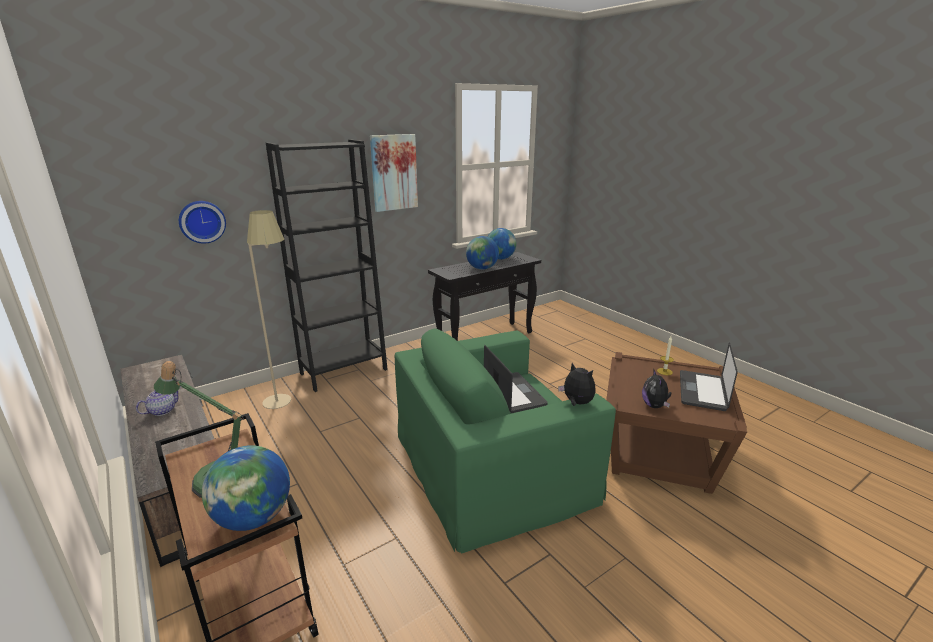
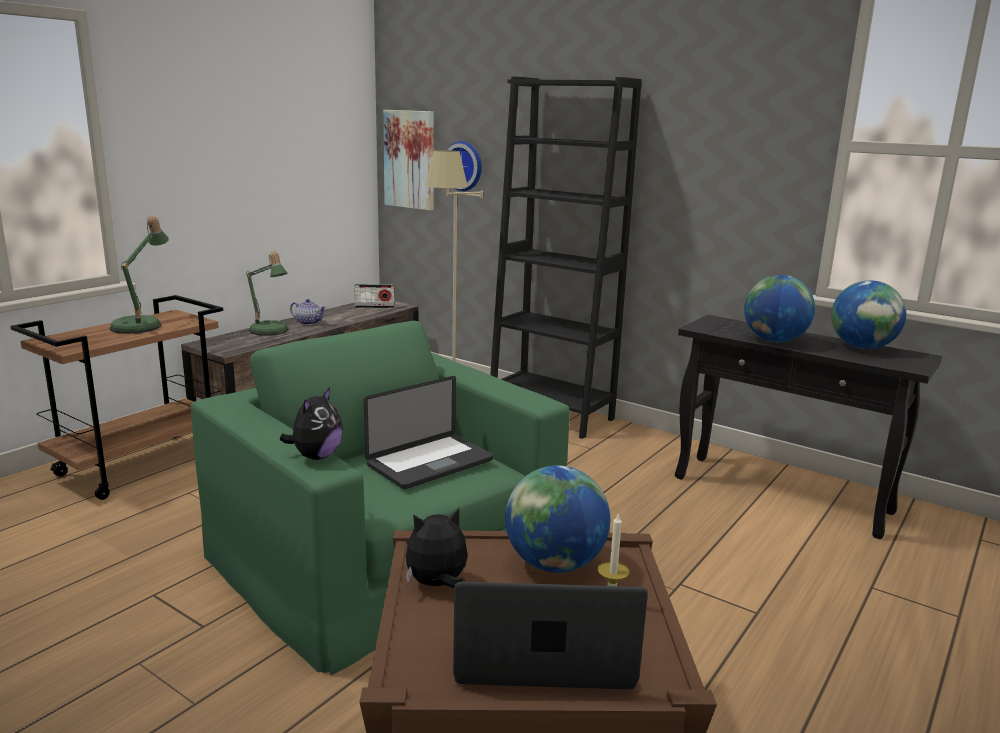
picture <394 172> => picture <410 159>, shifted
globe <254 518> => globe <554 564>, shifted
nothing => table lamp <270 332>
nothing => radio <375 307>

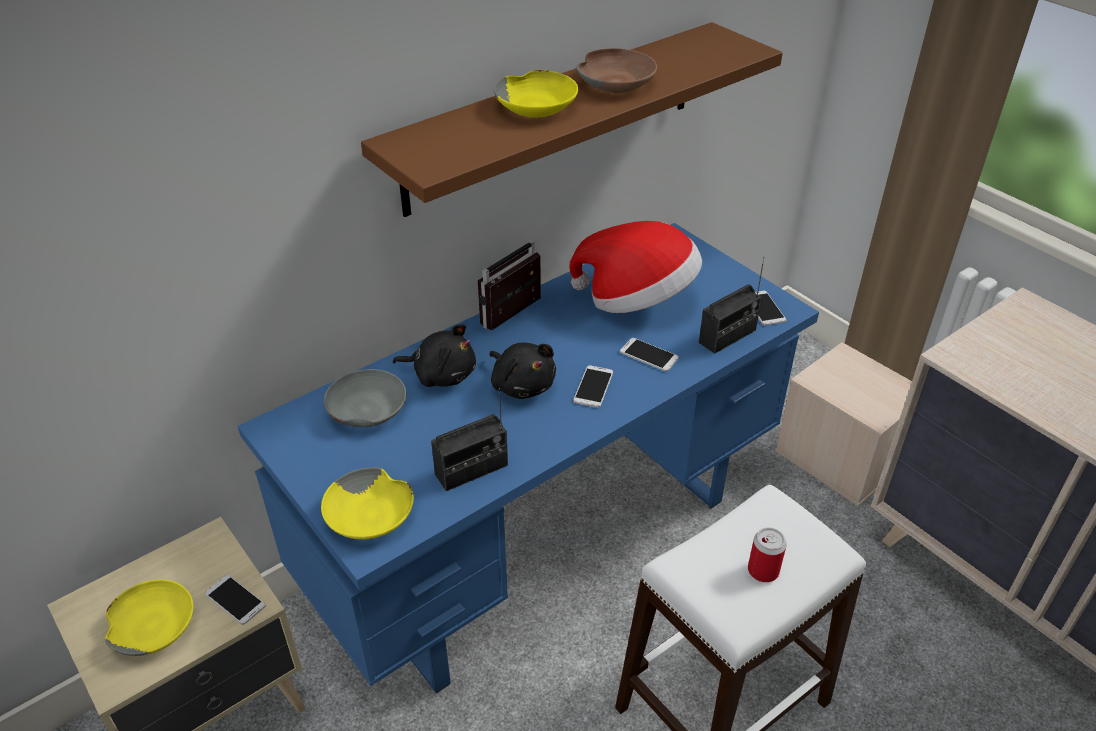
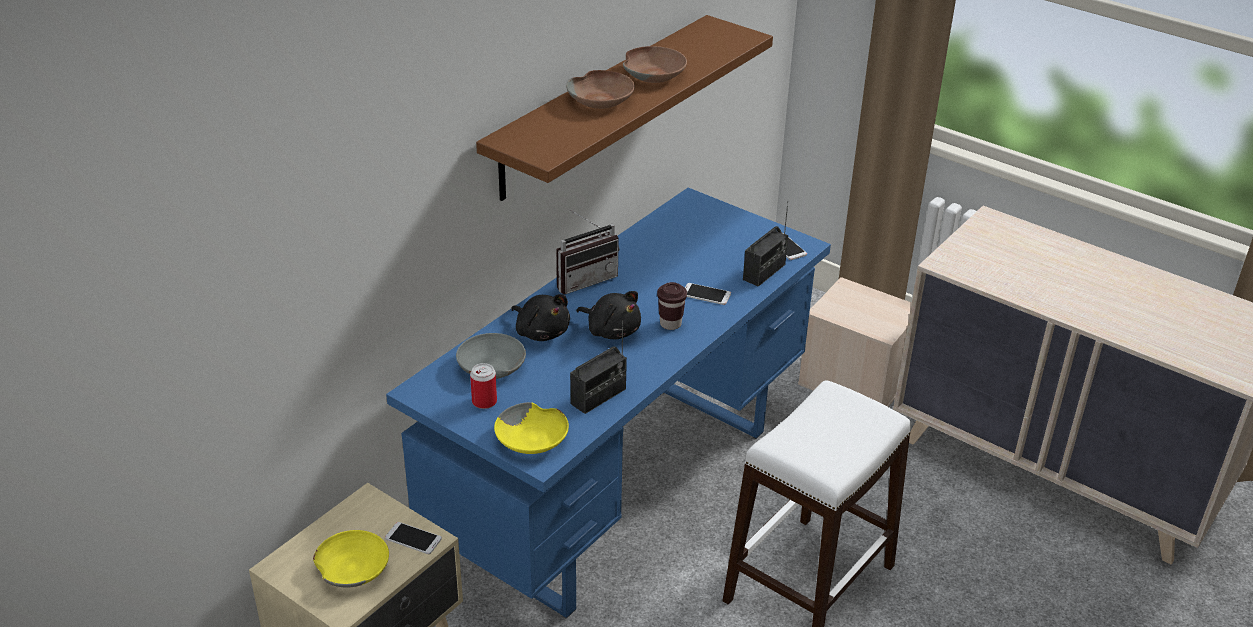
yellow bowl <538 106> => brown bowl <602 99>
hat <637 299> => nothing
radio <516 316> => radio <584 279>, 150 degrees counterclockwise
black plush toy <441 374> => black plush toy <541 332>, 45 degrees clockwise
phone <593 387> => brown cup <670 324>
can <763 570> => can <484 402>, shifted

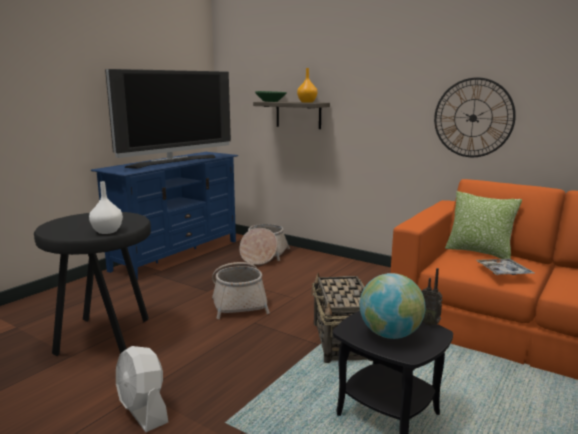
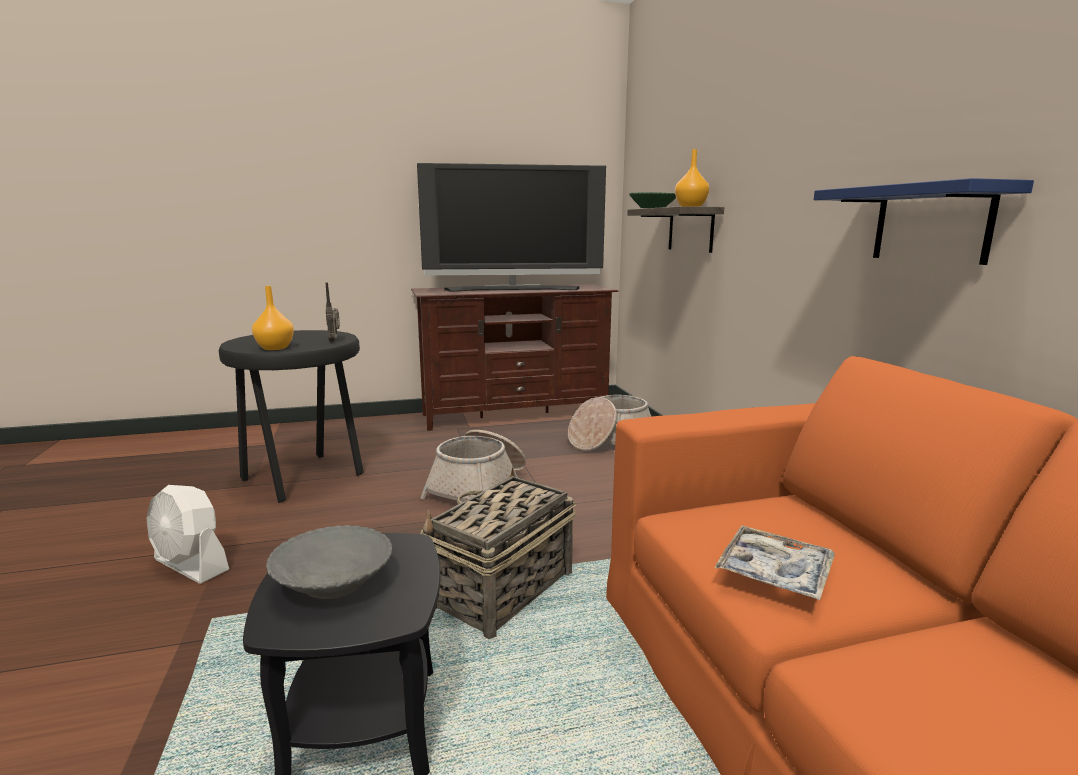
wall clock <473 118> => blue shelf <931 224>
blue tv stand <176 255> => brown tv stand <515 414>
white vase <106 231> => orange vase <274 348>
pillow <479 252> => nothing
radio <427 323> => radio <334 341>, shifted
globe <390 334> => grey bowl <334 583>
white fan <143 410> => white fan <191 565>, 60 degrees counterclockwise

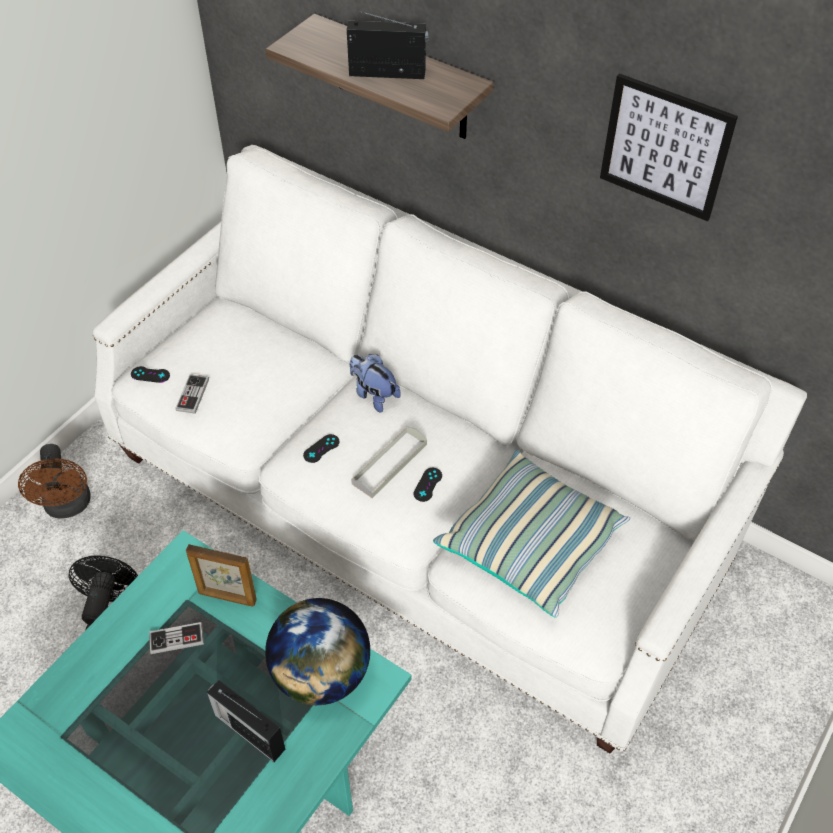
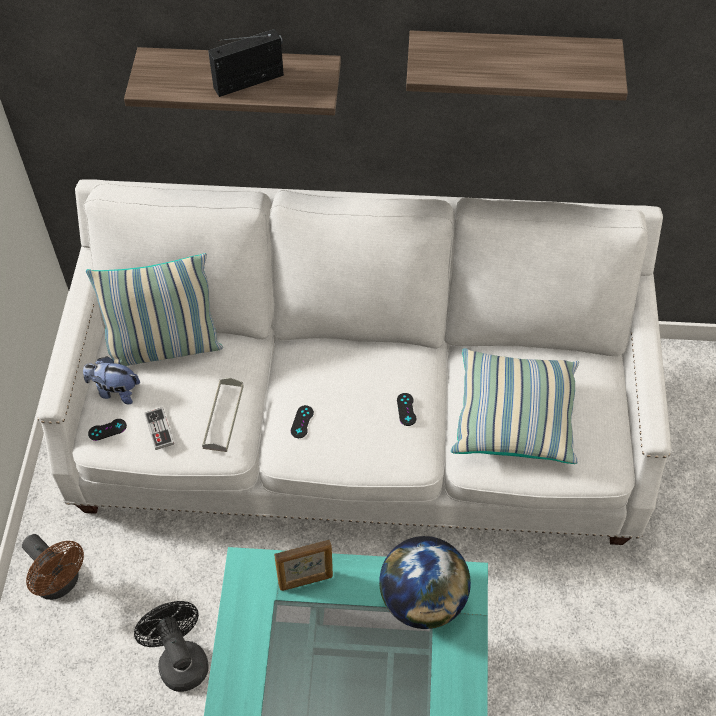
picture <665 147> => shelf <511 63>
plush toy <373 395> => plush toy <115 391>, shifted
grey tray <389 464> => grey tray <223 417>, shifted
game controller <176 639> => nothing
radio <248 730> => nothing
nothing => pillow <164 347>

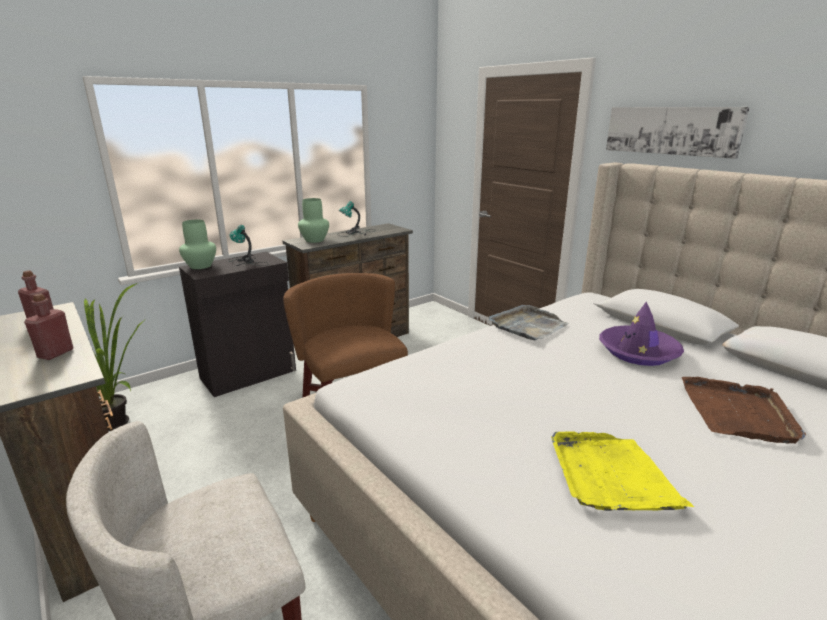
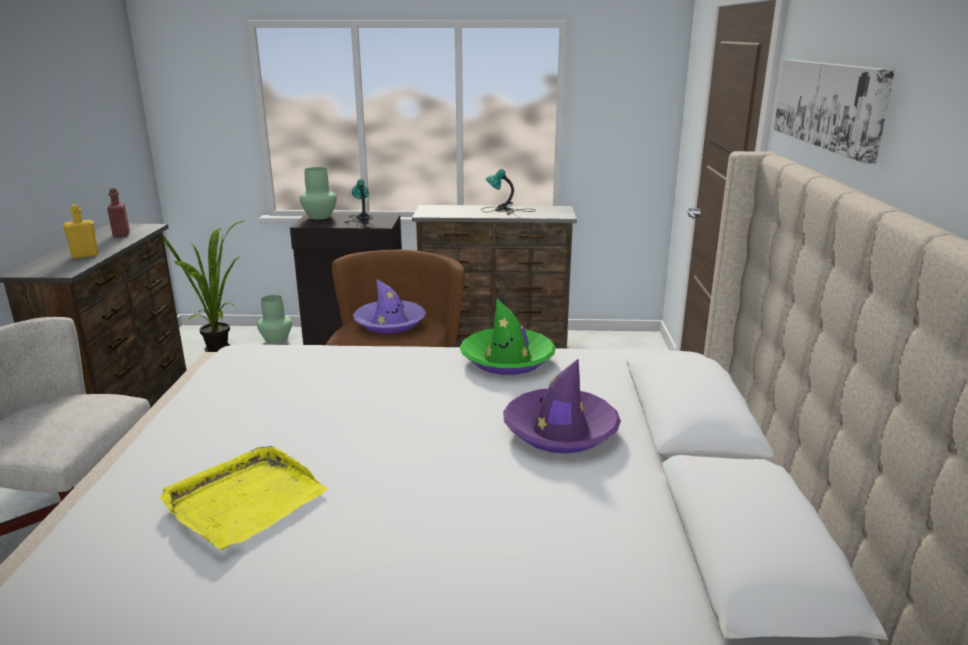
green vase <314 240> => green vase <276 340>, shifted
red bottle <56 353> => yellow bottle <85 255>
grey tray <527 326> => green hat <507 359>
brown tray <738 413> => nothing
nothing => purple hat <390 323>

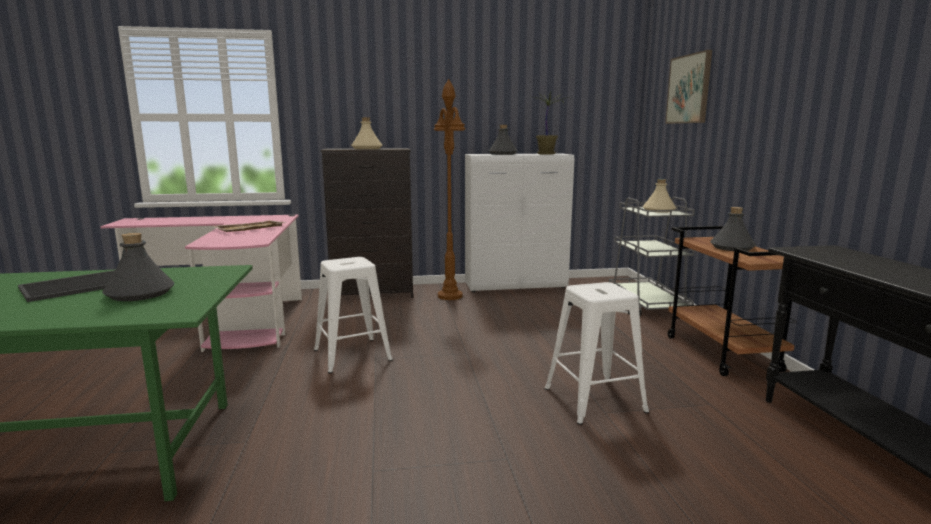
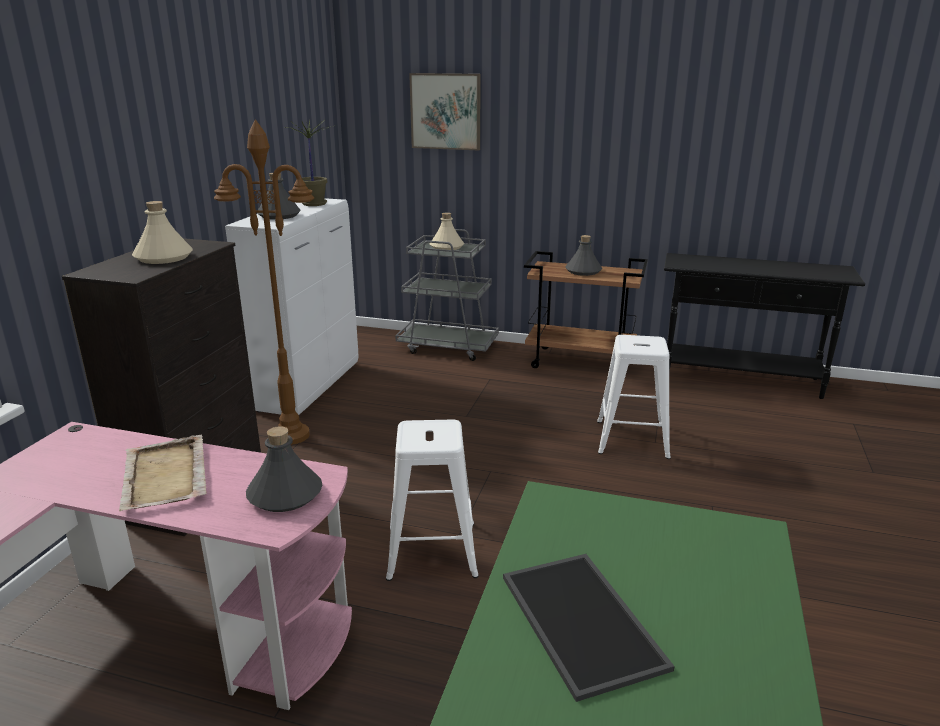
grey bottle <140 294> => grey bottle <285 494>, shifted

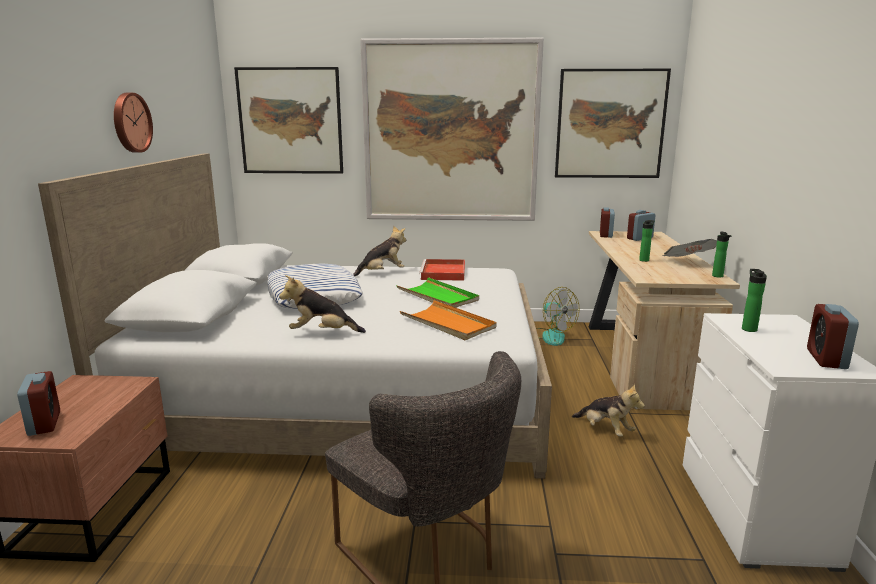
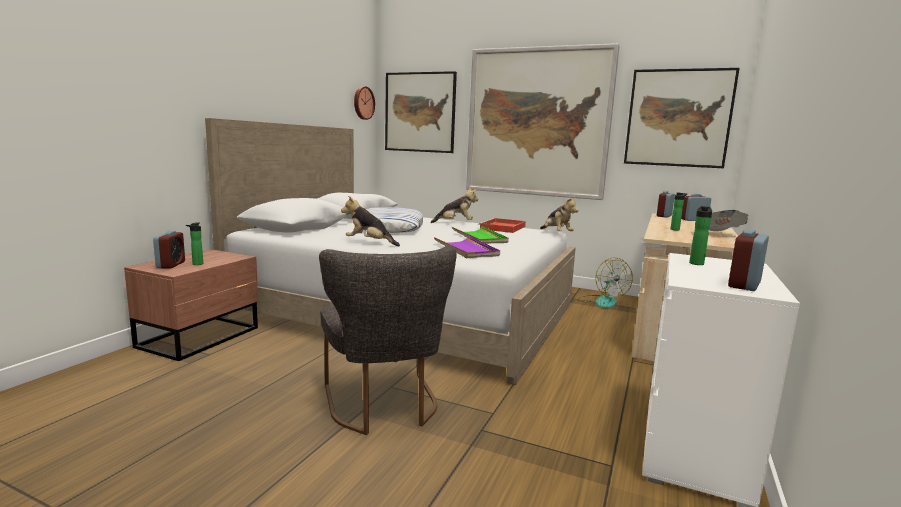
wall clock <130 122> => wall clock <363 103>, shifted
bottle <718 276> => bottle <196 264>, shifted
orange tray <448 323> => purple tray <466 250>
plush toy <605 430> => plush toy <556 233>, shifted

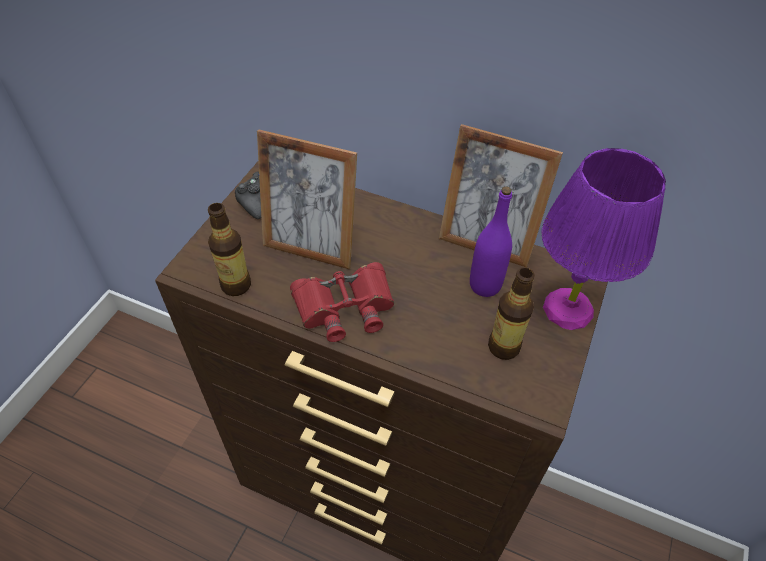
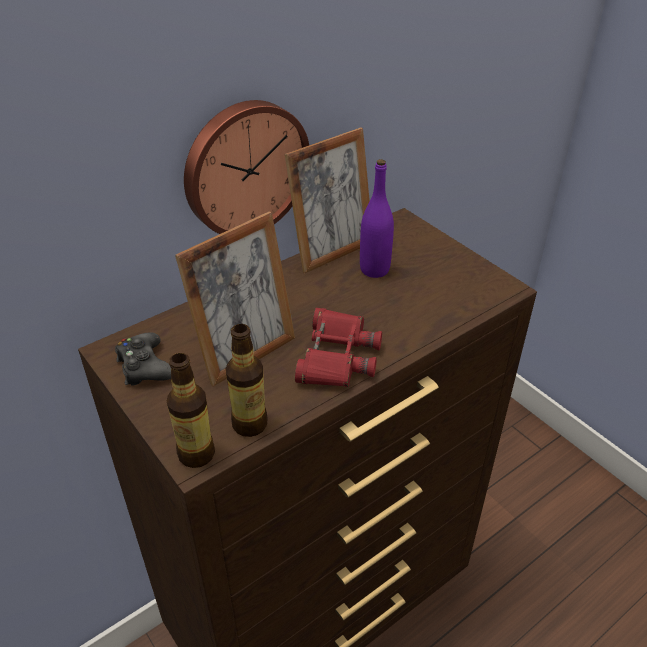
purple table lamp <567 308> => nothing
bottle <503 347> => bottle <196 454>, shifted
nothing => wall clock <244 168>

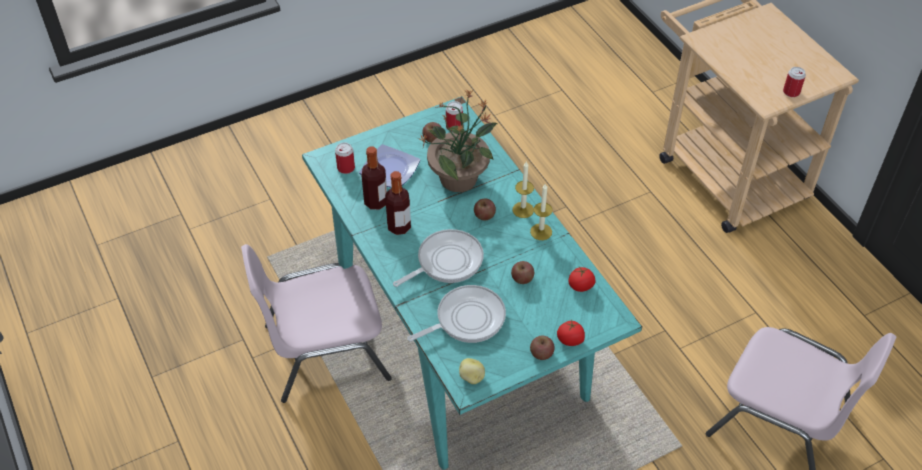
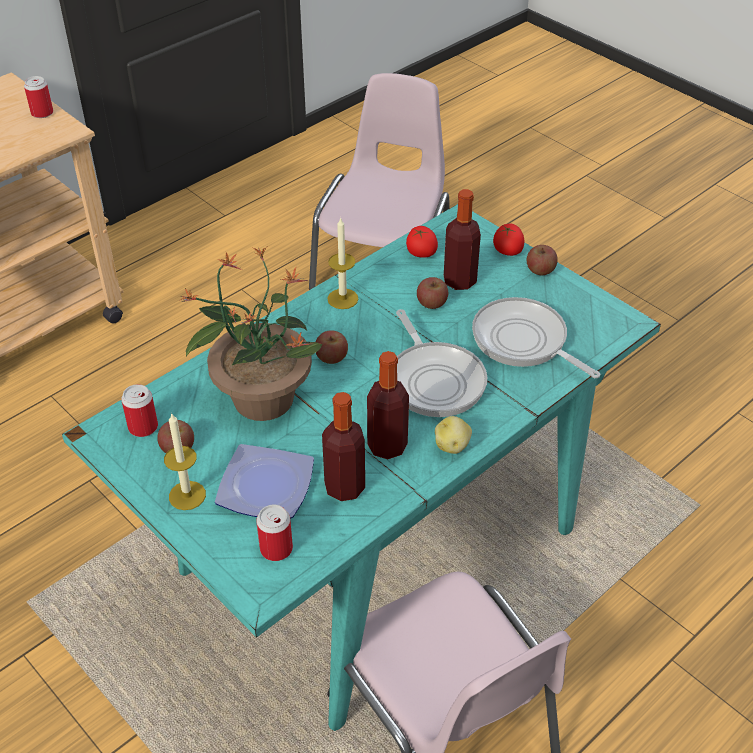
candle <523 210> => candle <187 495>, shifted
frying pan <446 262> => frying pan <434 380>, 150 degrees counterclockwise
potato <471 377> => potato <452 445>, shifted
nothing => bottle <459 281>

